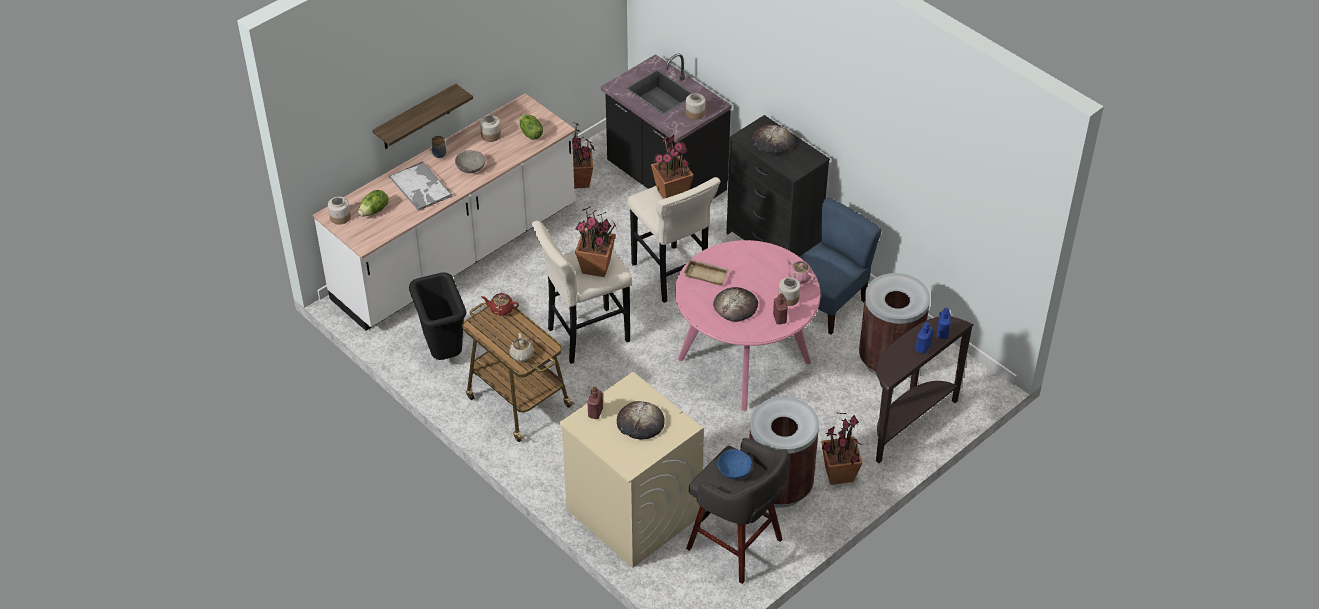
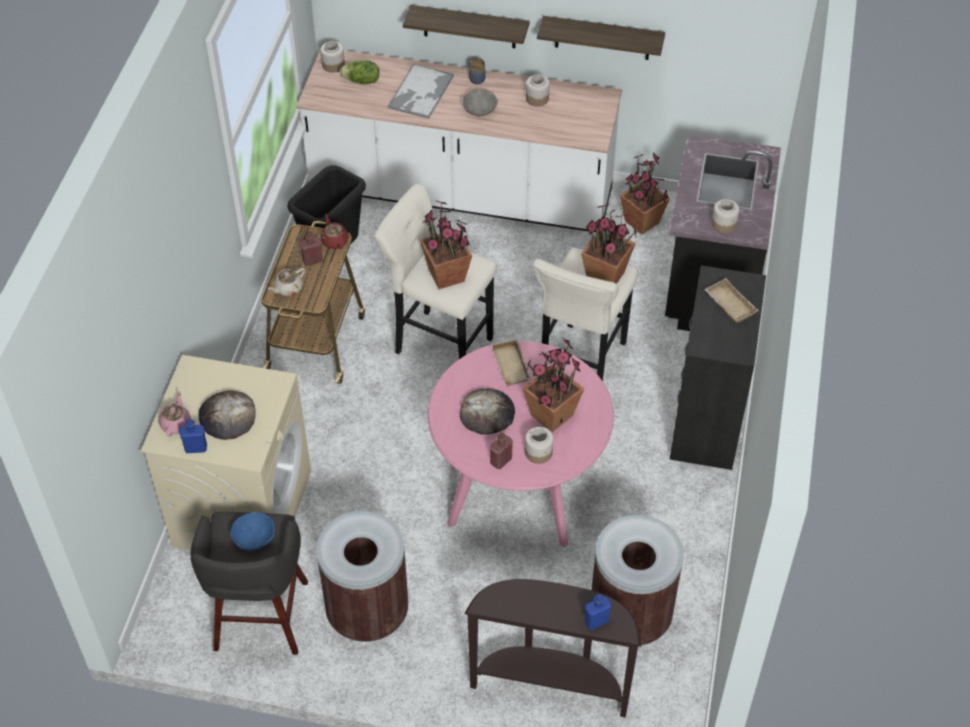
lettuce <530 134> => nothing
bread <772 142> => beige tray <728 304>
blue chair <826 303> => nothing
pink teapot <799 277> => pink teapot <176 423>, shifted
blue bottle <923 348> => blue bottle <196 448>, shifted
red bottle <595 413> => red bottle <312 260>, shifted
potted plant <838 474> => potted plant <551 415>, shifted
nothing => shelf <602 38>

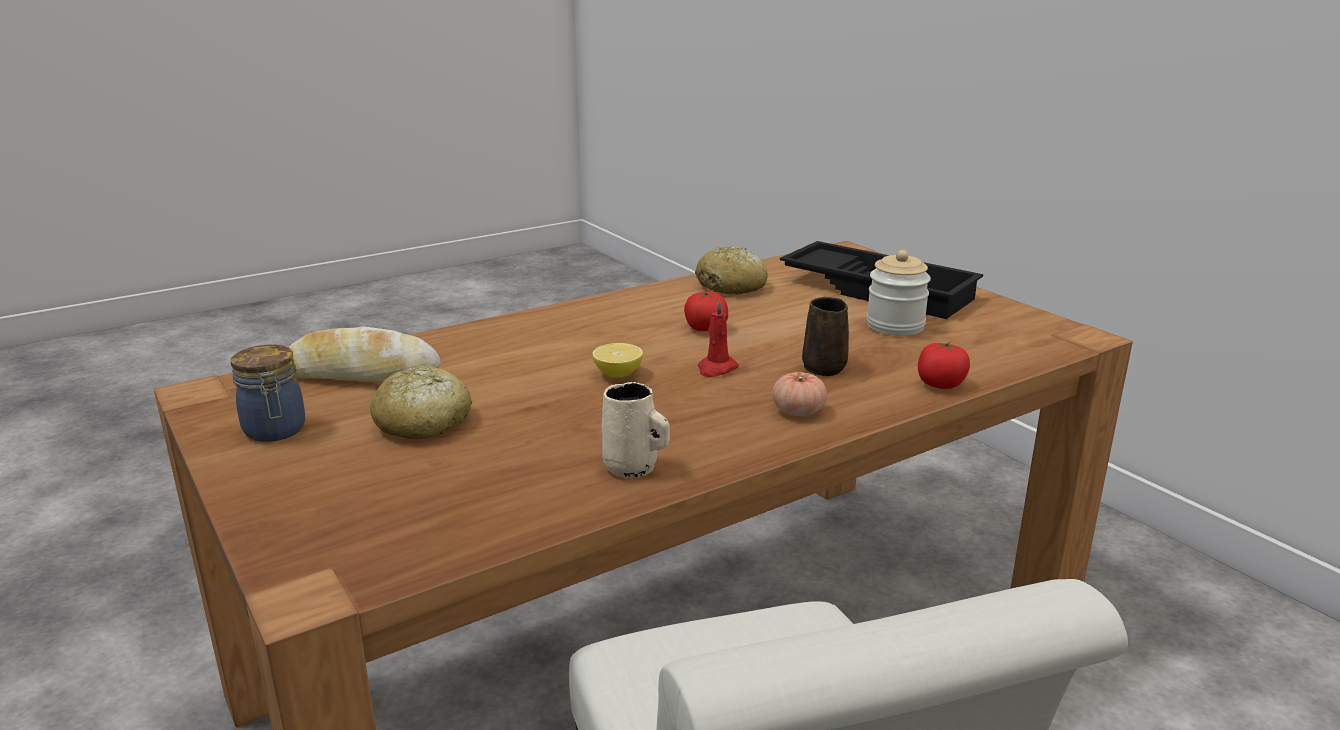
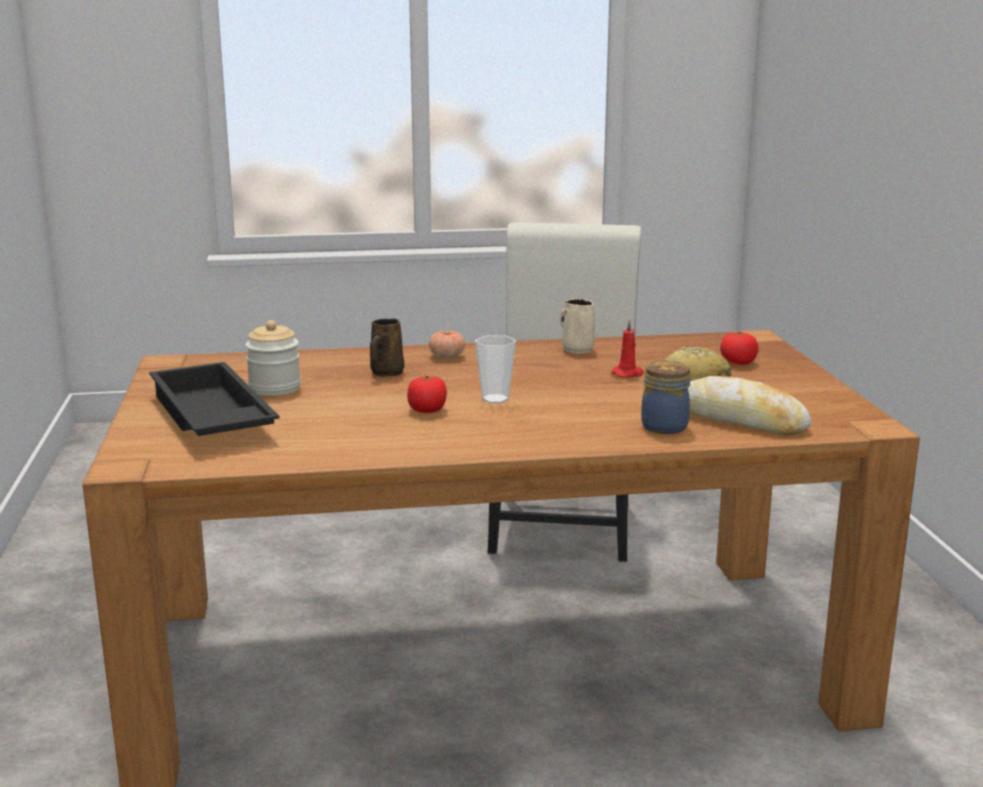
bread <732 286> => nothing
red candle <716 369> => red candle <628 374>, shifted
tomato <940 384> => tomato <738 362>, shifted
lemon <618 374> => nothing
jar <275 431> => jar <664 426>, shifted
nothing => cup <495 399>

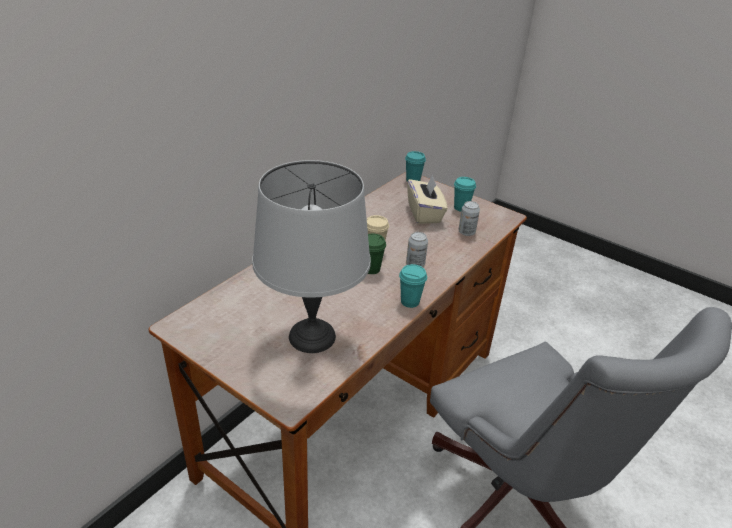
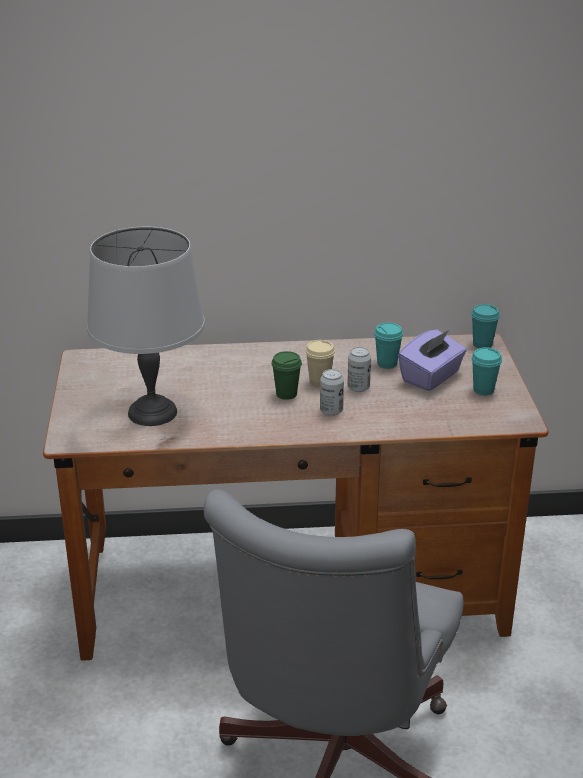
beige tissue box <425 213> => purple tissue box <431 377>
can <466 232> => can <358 387>, shifted
turquoise cup <410 301> => turquoise cup <387 364>, shifted

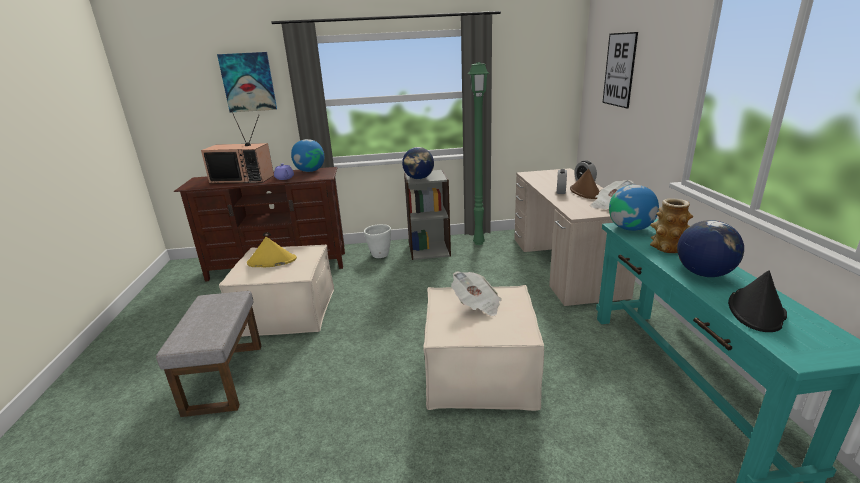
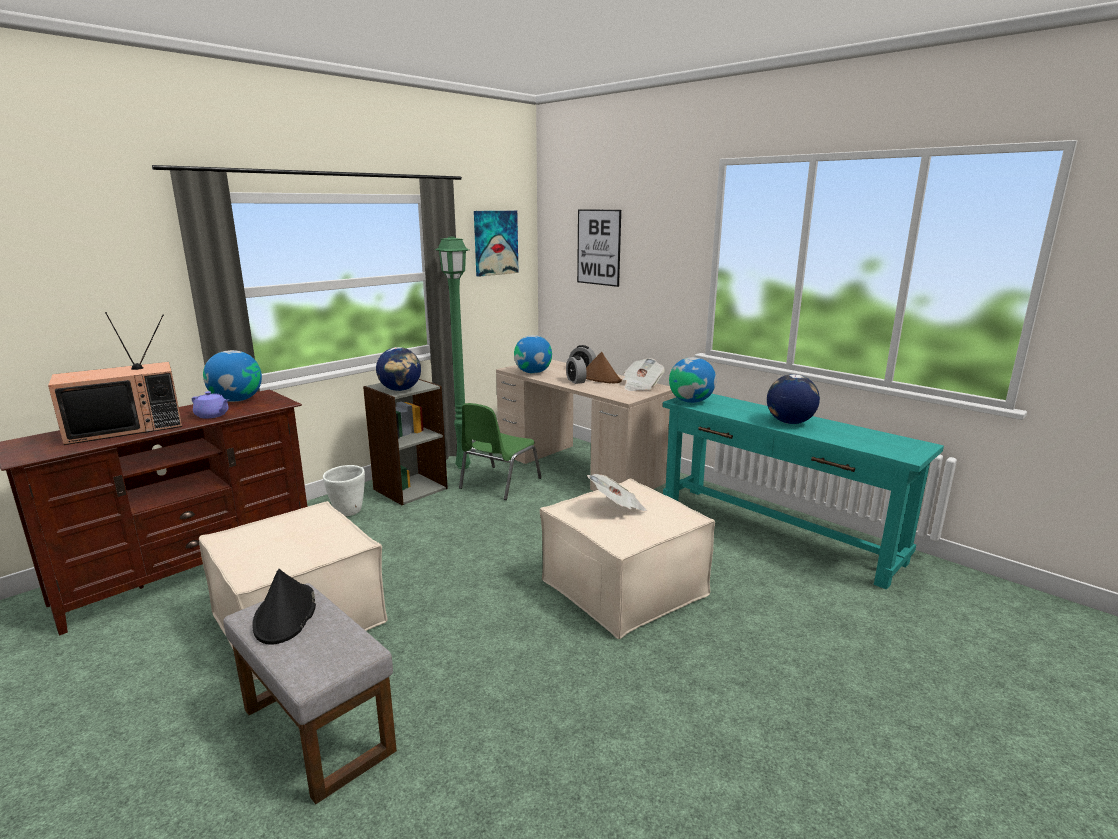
picture <248 82> => picture <495 243>, shifted
vase <668 248> => nothing
yellow hat <271 261> => nothing
black hat <756 310> => black hat <285 615>, shifted
nothing => globe <533 372>
nothing => green chair <499 483>

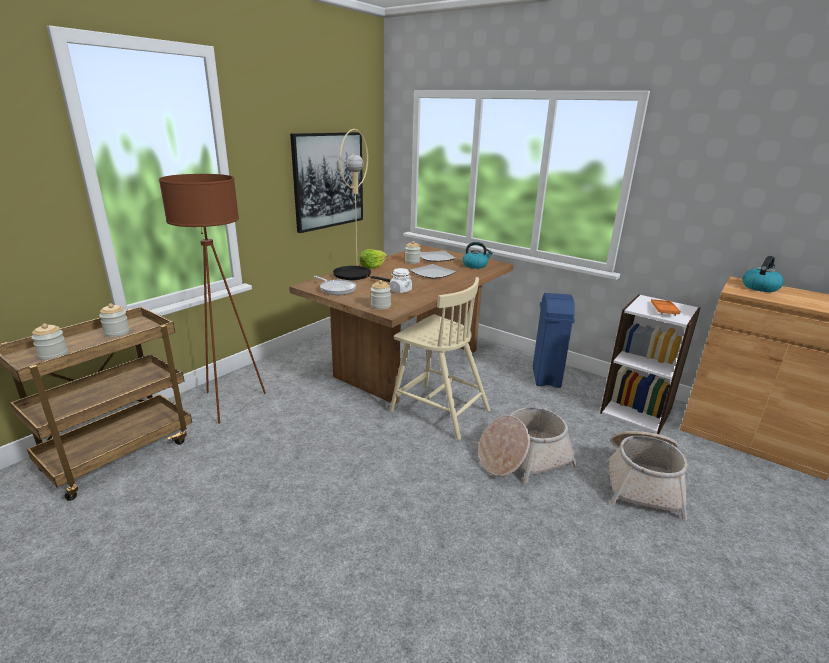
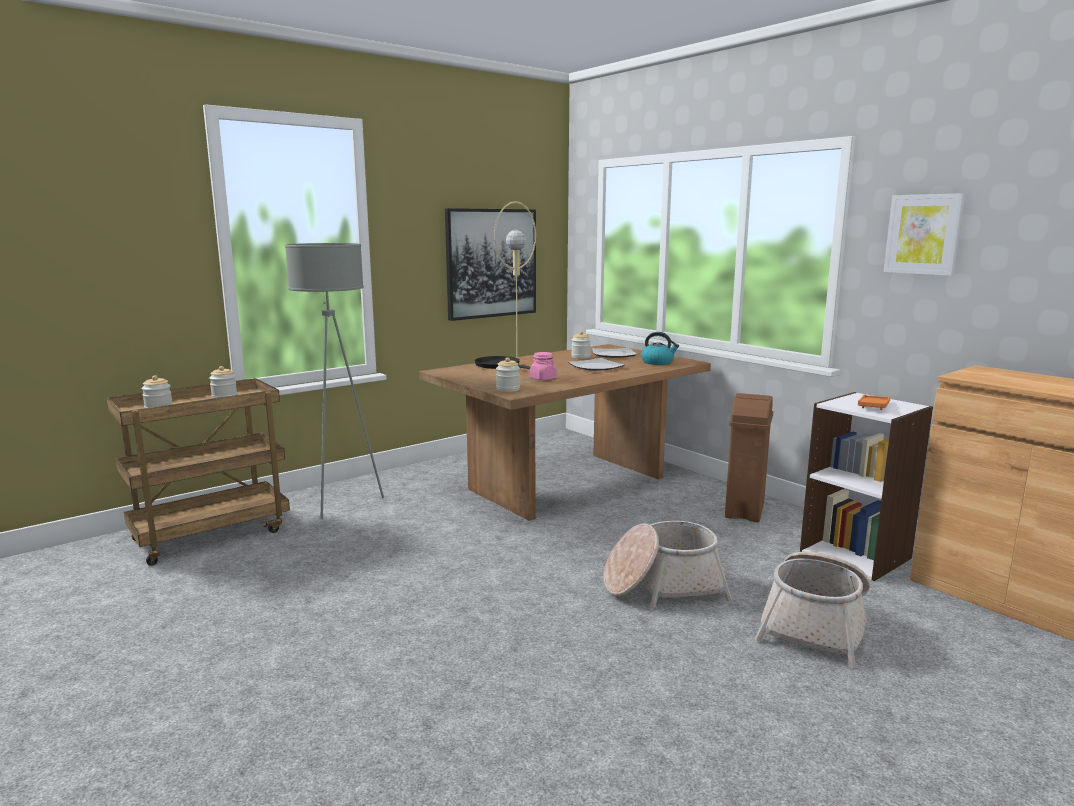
brown floor lamp <230 402> => grey floor lamp <342 503>
lettuce <372 266> => nothing
kettle <760 287> => nothing
white jar <400 290> => pink jar <542 378>
frying pan <336 289> => nothing
beige chair <438 410> => nothing
blue trash can <546 377> => brown trash can <745 510>
nothing => picture <923 234>

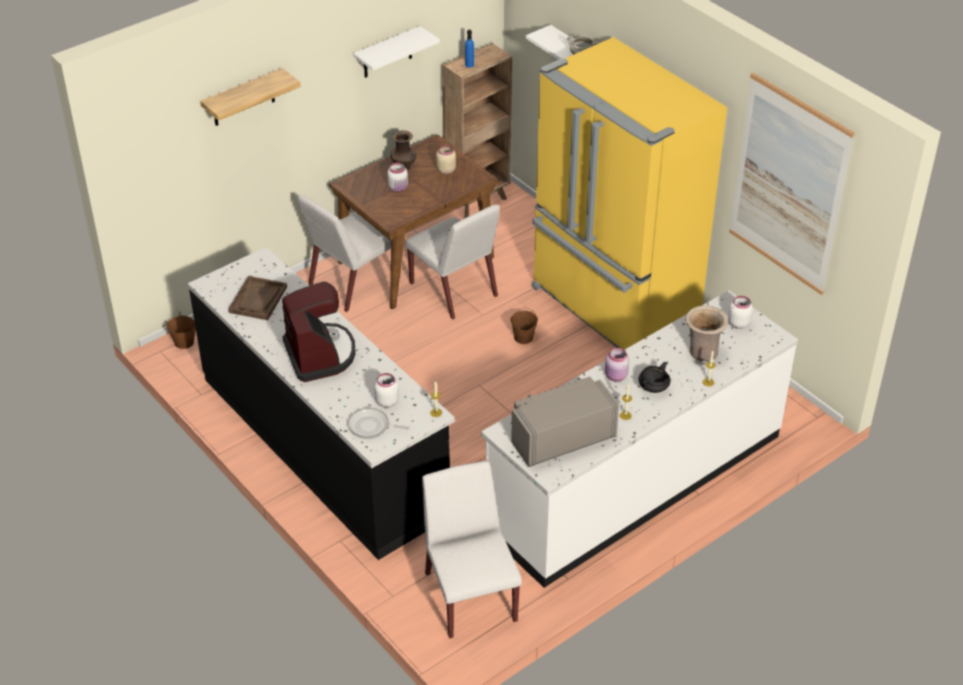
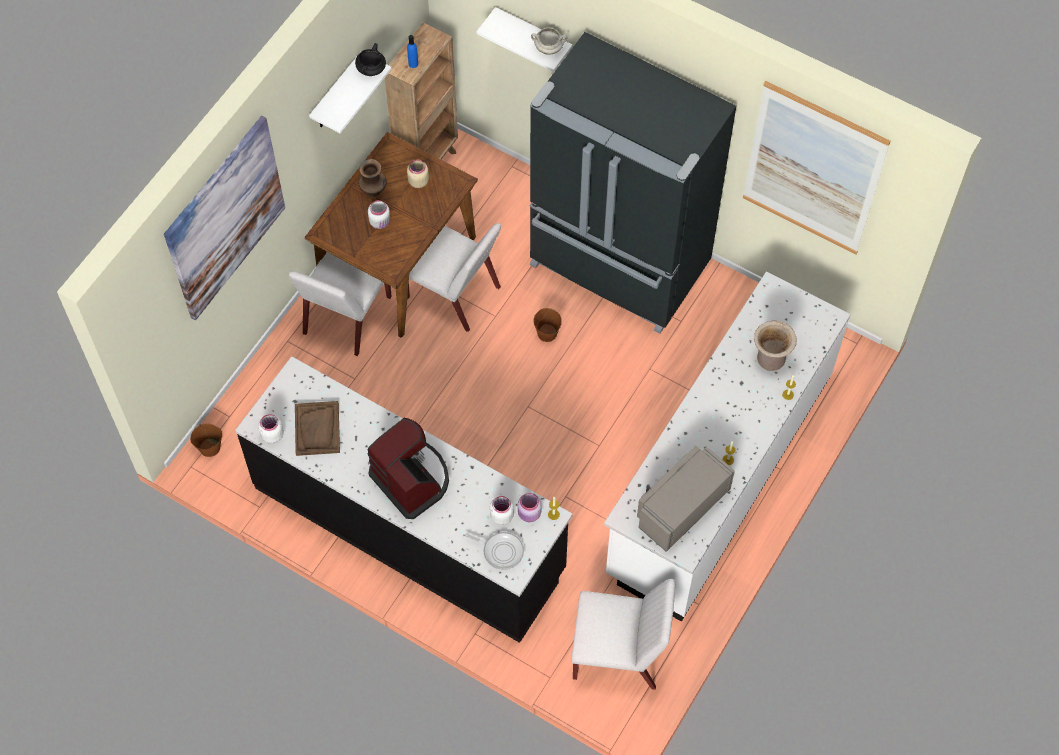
yellow fridge <612 307> => black fridge <618 266>
shelf <243 98> => picture <225 218>
white jar <738 323> => white jar <272 435>, shifted
pink jar <616 376> => pink jar <529 514>, shifted
black cooking pot <653 389> => black cooking pot <371 70>, shifted
frying pan <371 426> => frying pan <500 551>, 150 degrees counterclockwise
white chair <470 595> => white chair <619 653>, 135 degrees clockwise

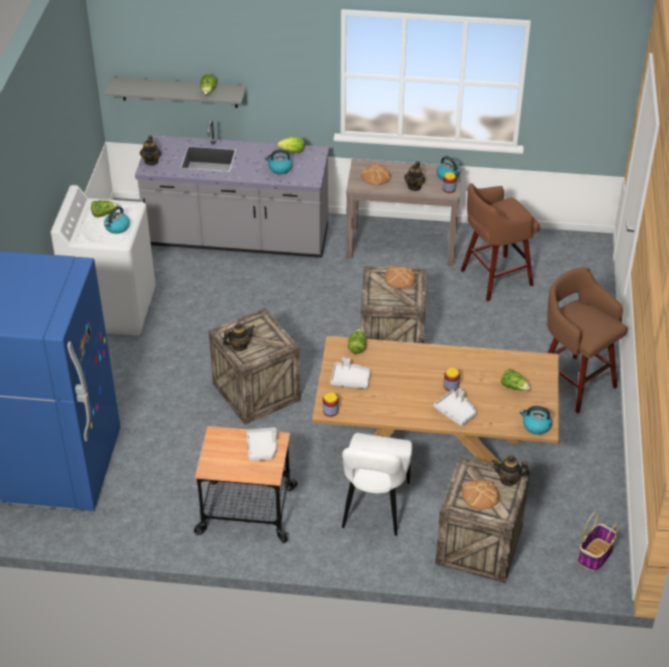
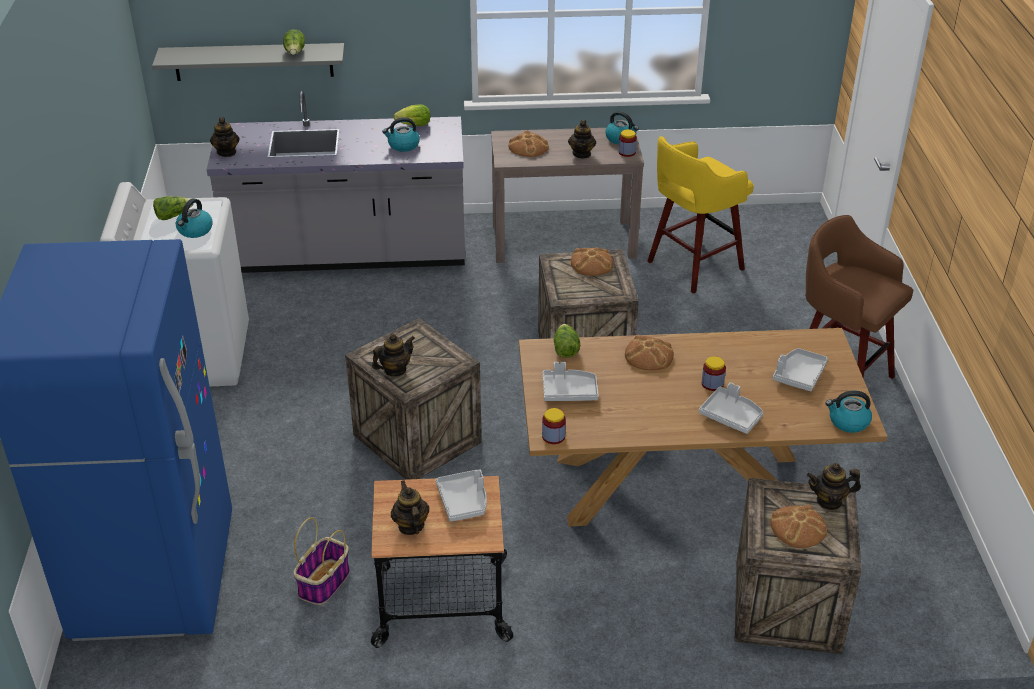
brown stool <494 278> => yellow stool <692 266>
lettuce <514 387> => grey tray <799 375>
white chair <374 508> => nothing
basket <595 555> => basket <324 584>, shifted
nothing => bread <648 355>
nothing => teapot <410 526>

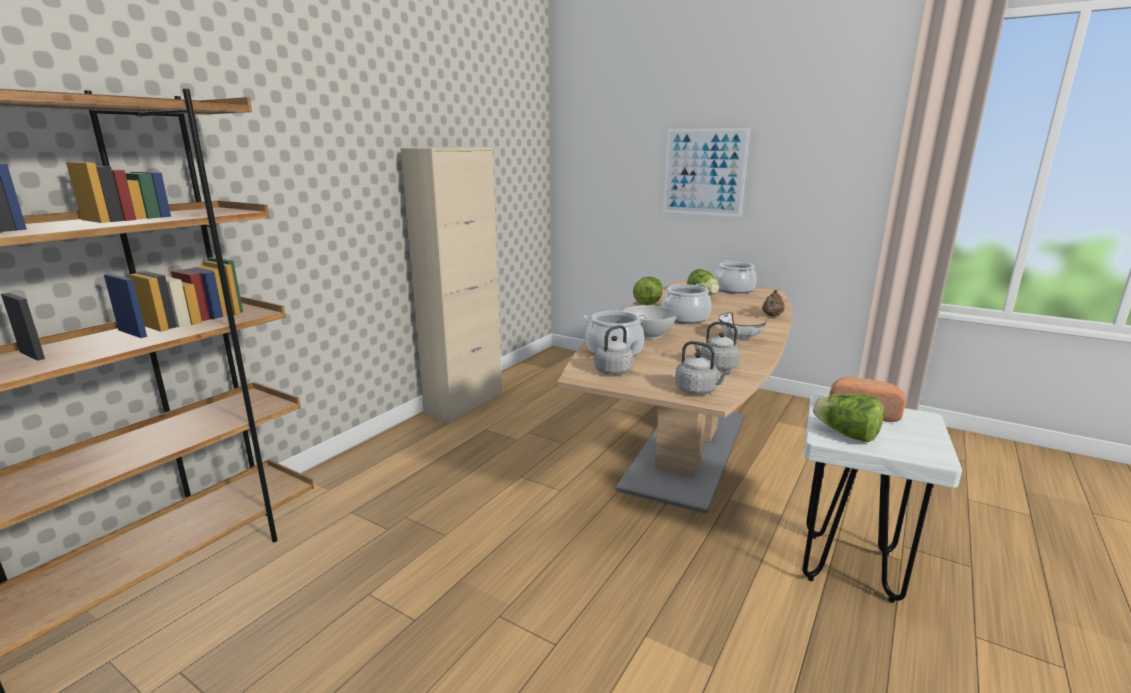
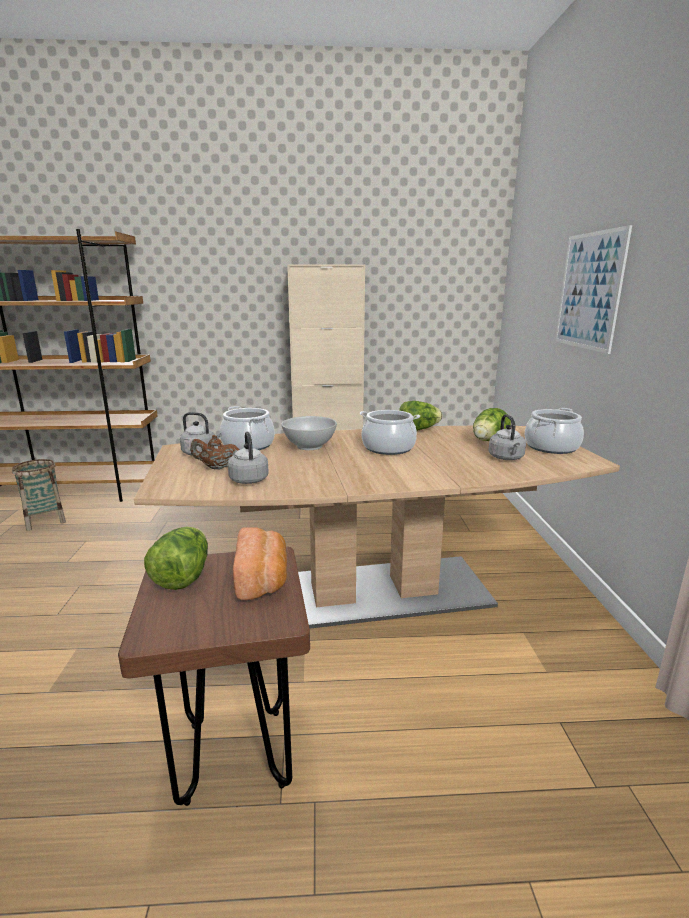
brown teapot <772 316> => brown teapot <216 467>, shifted
white bowl <738 338> => nothing
grey kettle <698 390> => grey kettle <506 458>, shifted
white stool <849 567> => brown stool <235 754>
nothing => basket <45 520>

